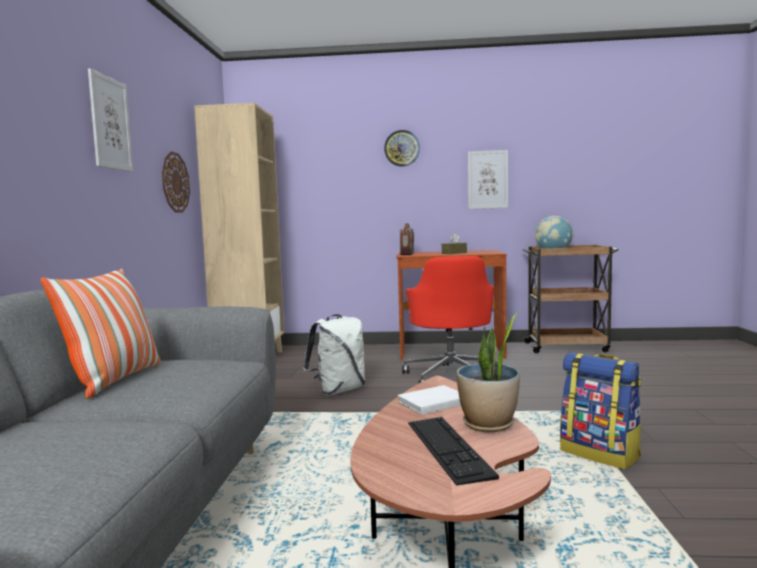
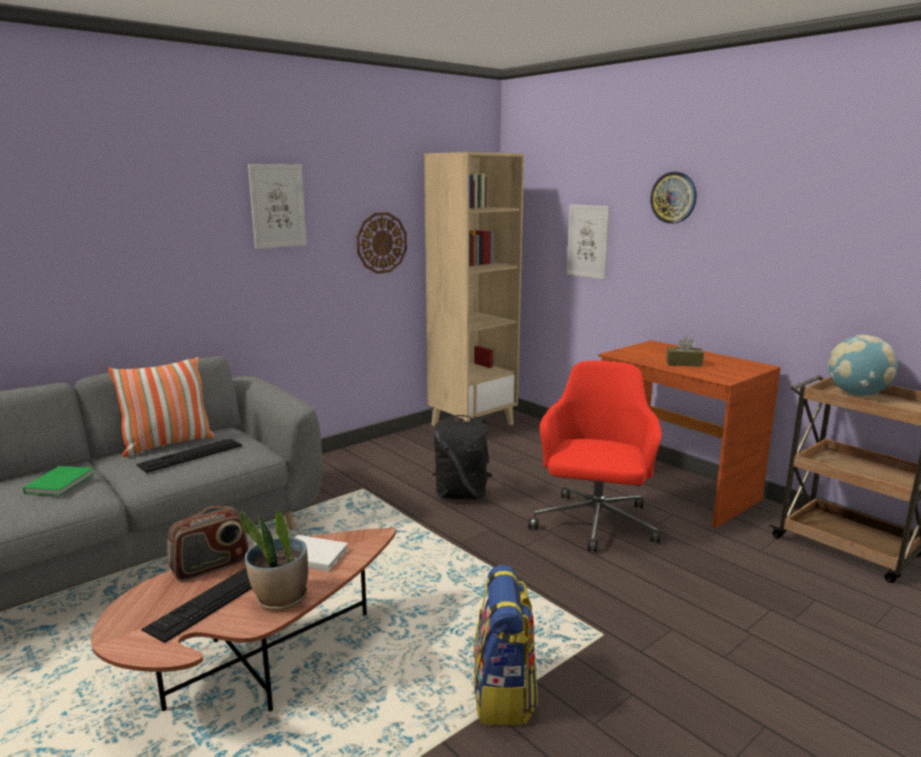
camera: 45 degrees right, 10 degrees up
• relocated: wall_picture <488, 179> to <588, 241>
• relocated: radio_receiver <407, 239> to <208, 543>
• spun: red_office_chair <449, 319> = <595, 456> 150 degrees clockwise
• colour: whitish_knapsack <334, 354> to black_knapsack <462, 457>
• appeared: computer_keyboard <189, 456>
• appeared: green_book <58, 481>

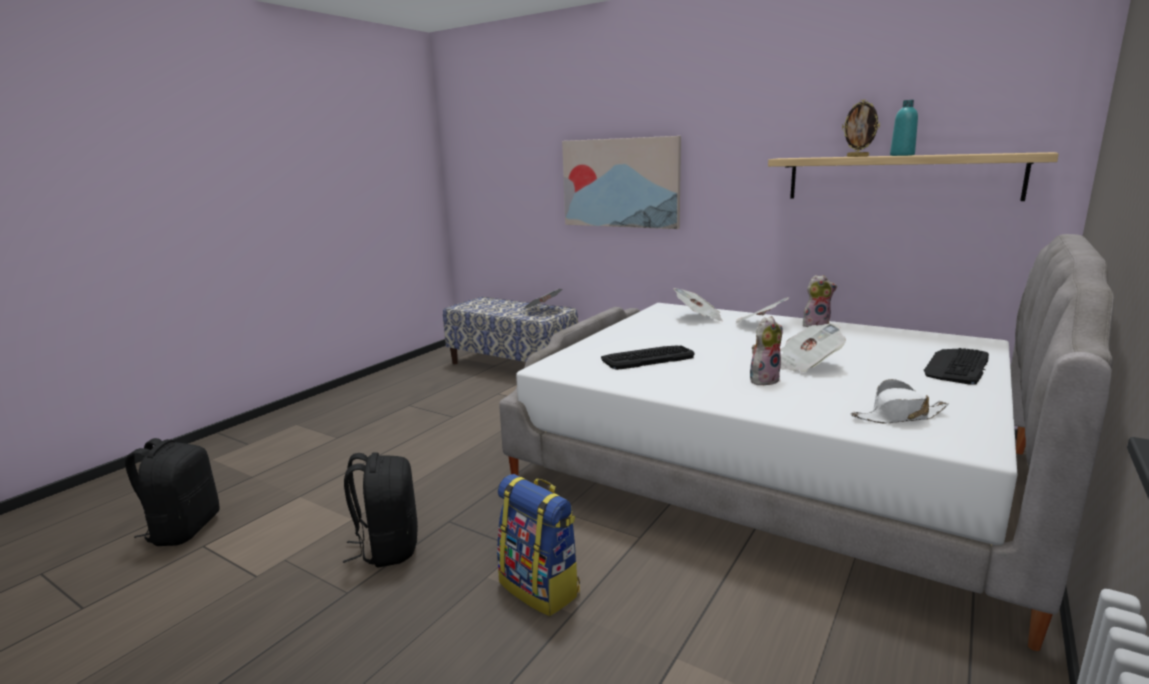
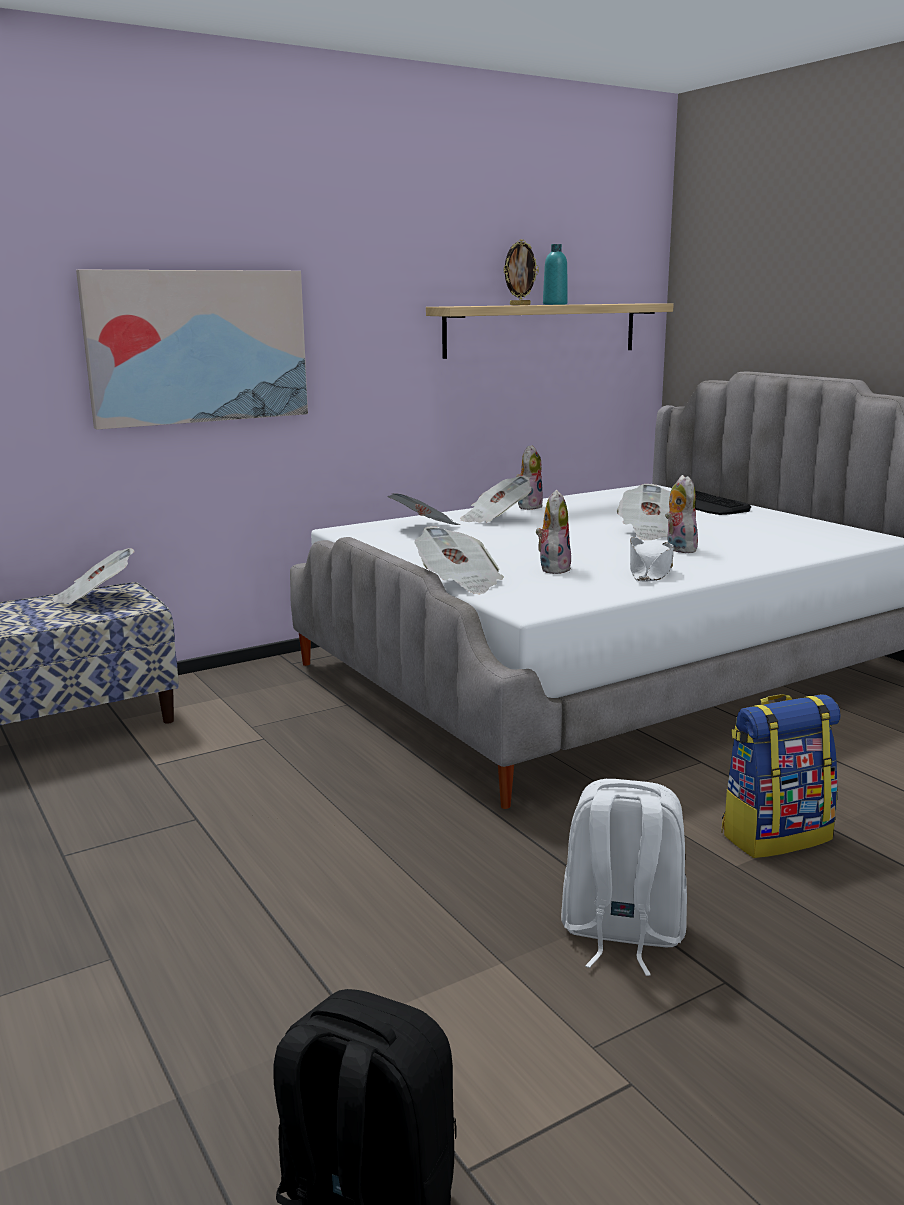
camera: 65 degrees left, 0 degrees up
• exchanged: computer_keyboard <648, 358> to cuddly_toy <553, 532>
• relocated: whitish_clothing_hat <899, 401> to <652, 559>
• colour: black_knapsack <380, 510> to whitish_knapsack <624, 877>
• appeared: printed_paper <459, 560>

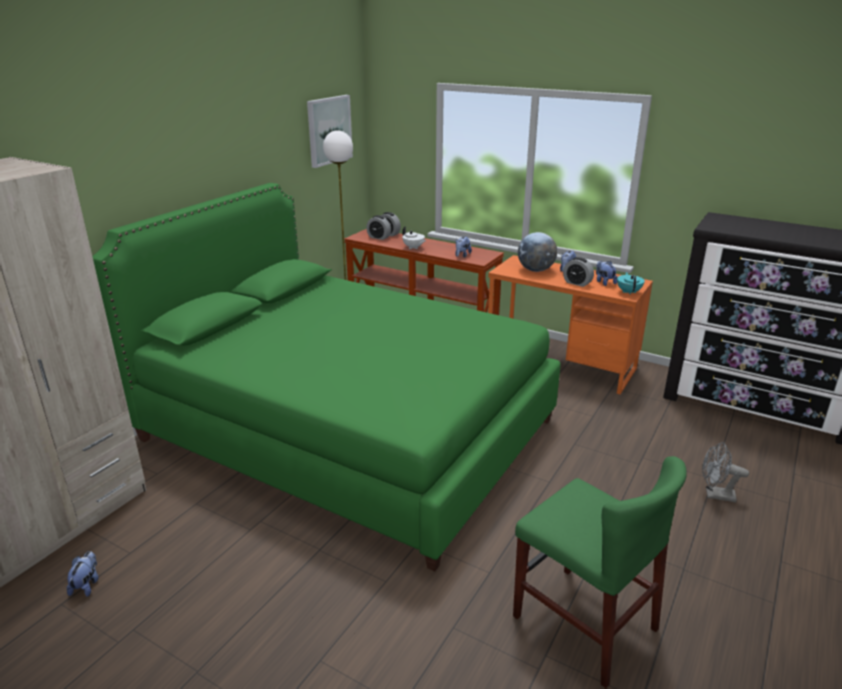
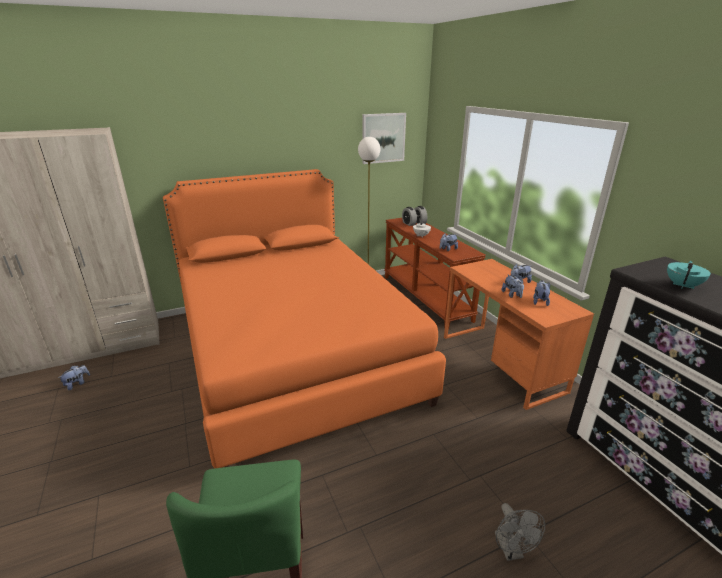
camera: 35 degrees right, 0 degrees up
• colour: green_sleeping_bed <326, 377> to orange-coloured_sleeping_bed <304, 319>
• missing: globe <537, 252>
• exchanged: bedside_clock <578, 272> to cuddly_toy <512, 286>
• relocated: turquoise_teapot <631, 283> to <689, 275>
• spun: grey_fan <725, 472> = <520, 532> 150 degrees counterclockwise

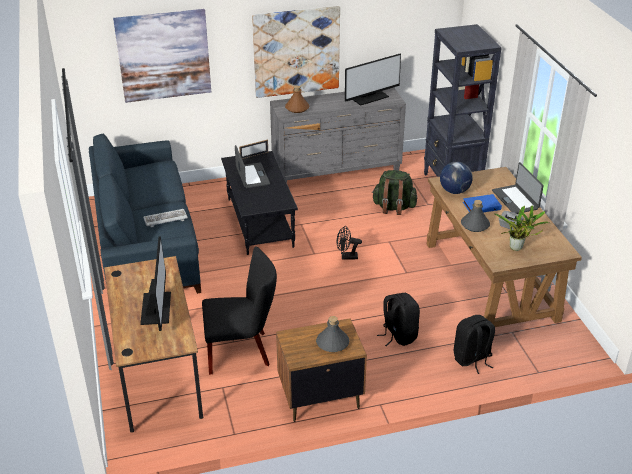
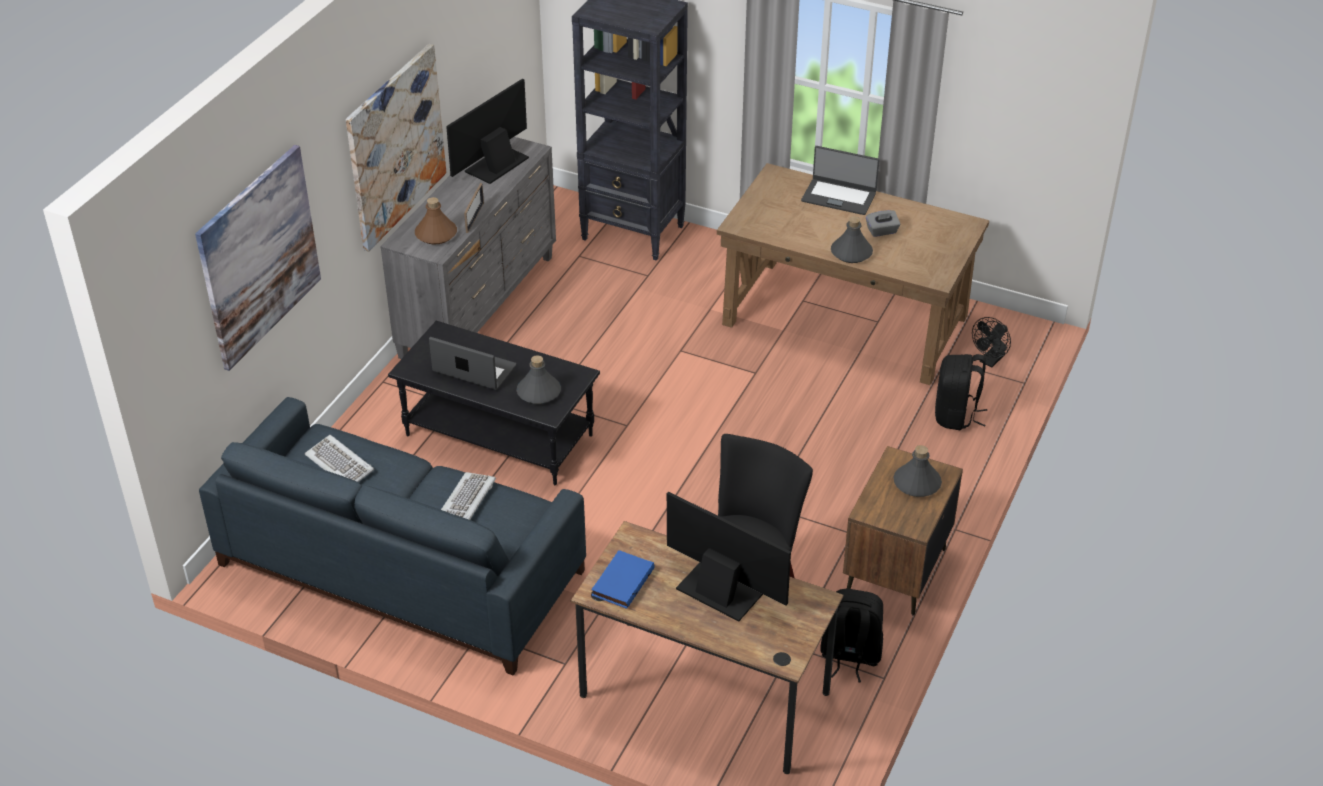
camera: 50 degrees left, 5 degrees up
• spun: monitor <373, 80> = <487, 131> 150 degrees counterclockwise
• relocated: photo_frame <253, 149> to <474, 208>
• missing: globe <456, 178>
• missing: green_knapsack <394, 192>
• relocated: blue-coloured_book <482, 203> to <623, 579>
• missing: houseplant <523, 228>
• relocated: black_fan <349, 243> to <991, 342>
• relocated: black_knapsack <398, 319> to <851, 635>
• appeared: grey_bottle <538, 379>
• appeared: computer_keyboard <339, 458>

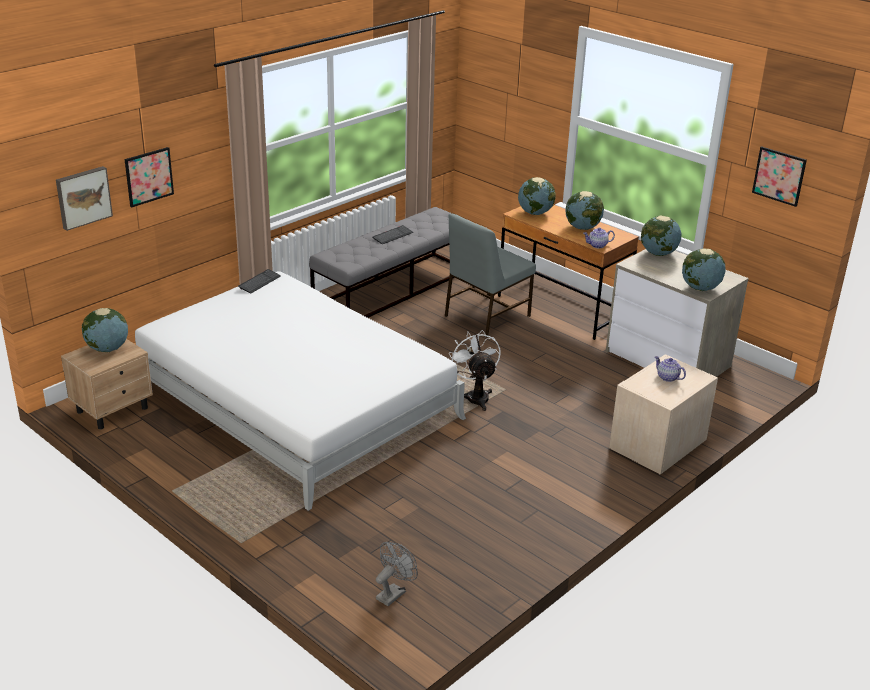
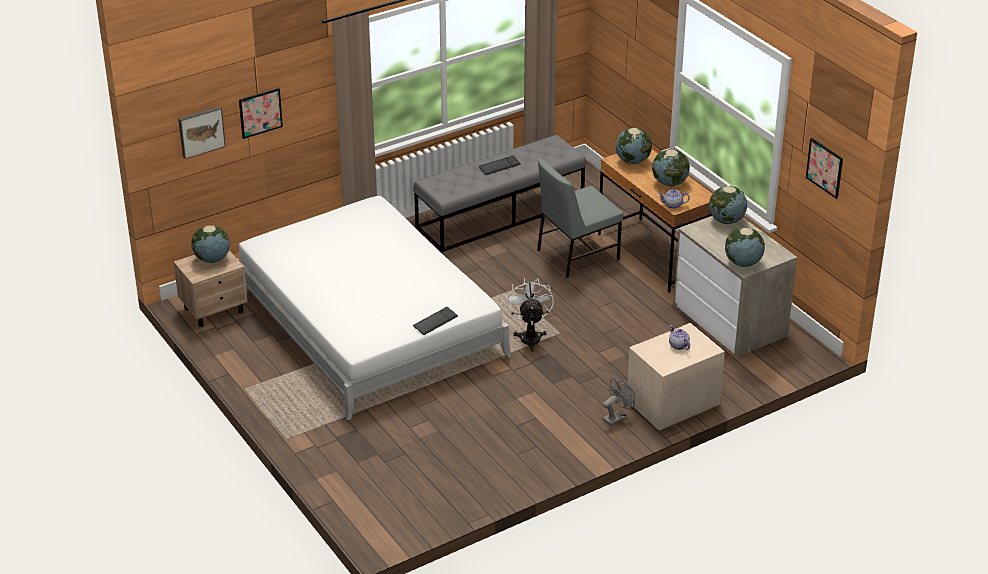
camera: 15 degrees right, 5 degrees up
• relocated: computer_keyboard <259, 281> to <435, 321>
• relocated: grey_fan <397, 574> to <619, 402>

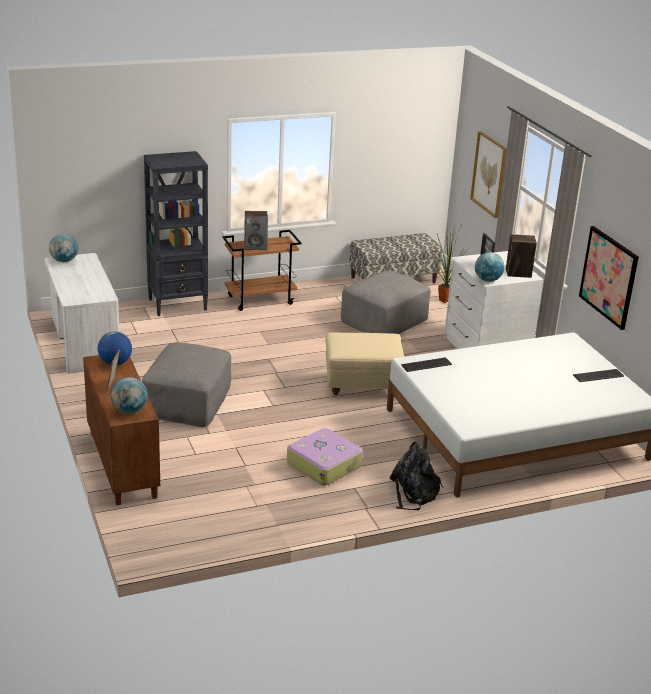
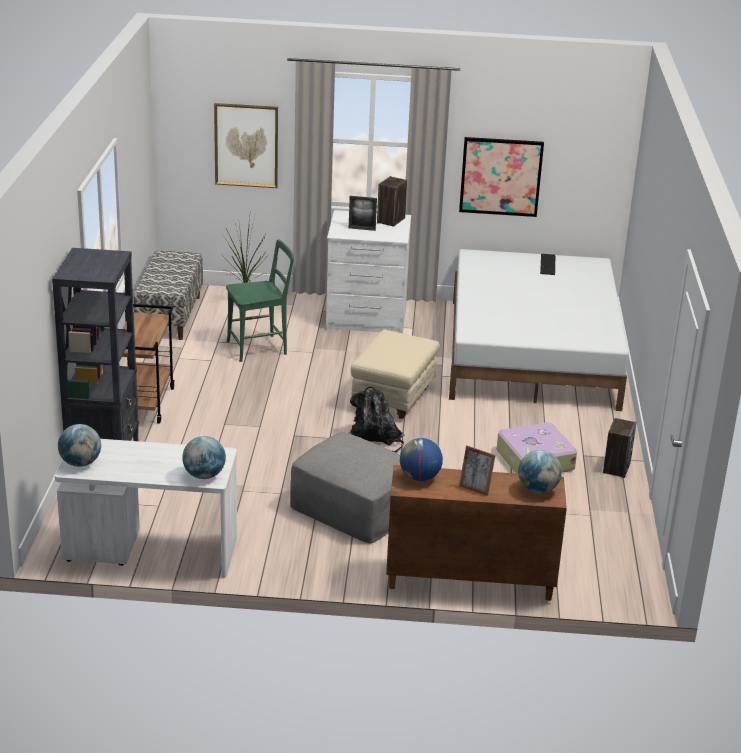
camera: 65 degrees left, 0 degrees up
• relocated: speaker <256, 230> to <619, 448>
• relocated: globe <489, 267> to <204, 457>
• exchanged: grey_ottoman <386, 302> to green_upright_chair <260, 300>
• missing: computer_keyboard <426, 364>
• relocated: black_knapsack <416, 476> to <376, 420>

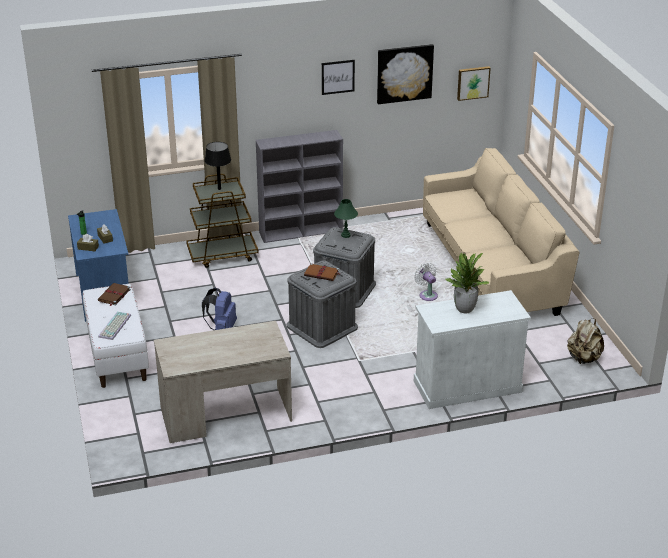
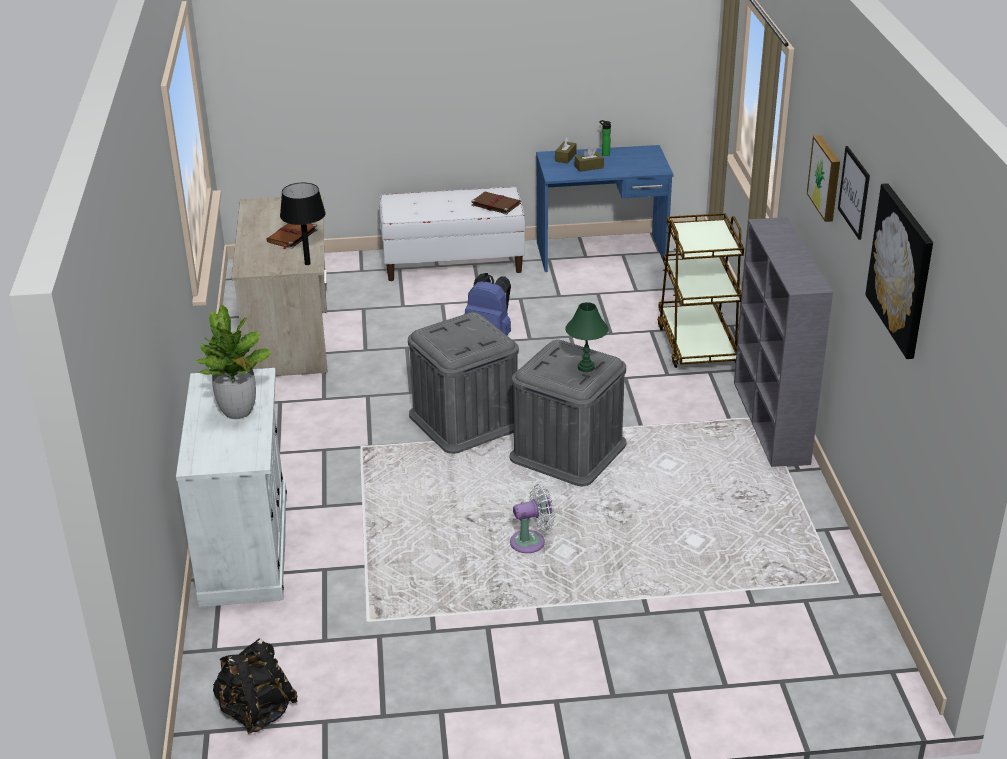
camera: 100 degrees right, 0 degrees up
• relocated: wall_picture <474, 83> to <823, 178>
• relocated: black_table_lamp <218, 166> to <303, 224>
• missing: sand-coloured_sofa <501, 232>
• relocated: brown_book <322, 272> to <292, 236>
• missing: computer_keyboard <114, 326>
• colour: sand-coloured_knapsack <585, 341> to black_knapsack <255, 685>

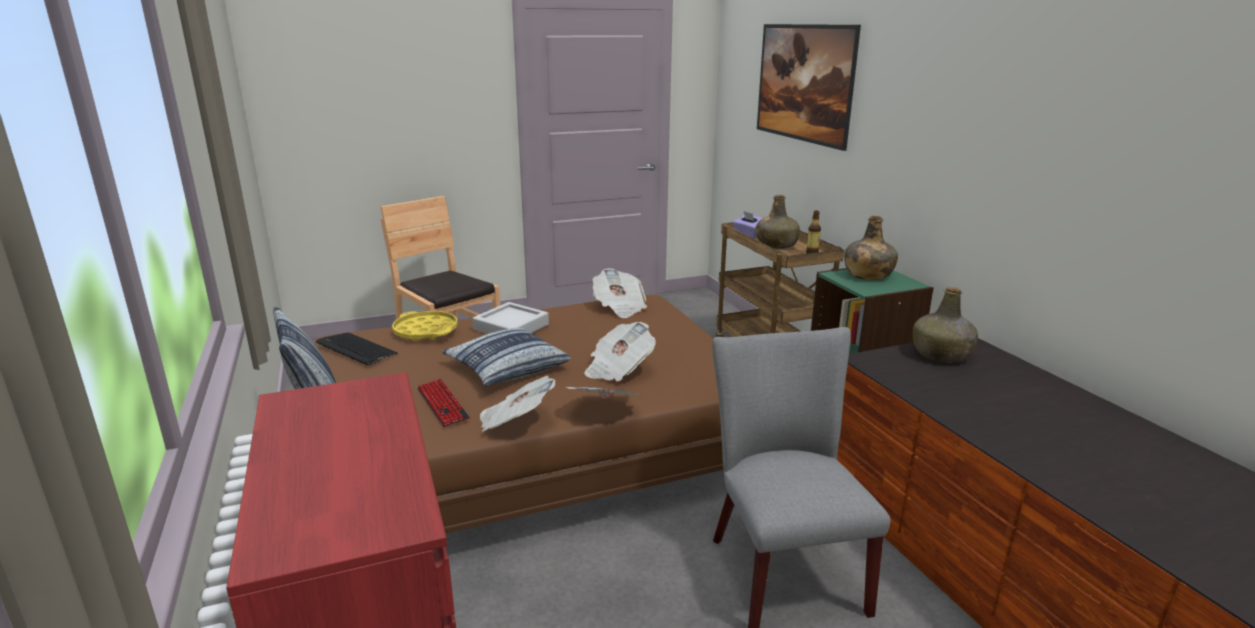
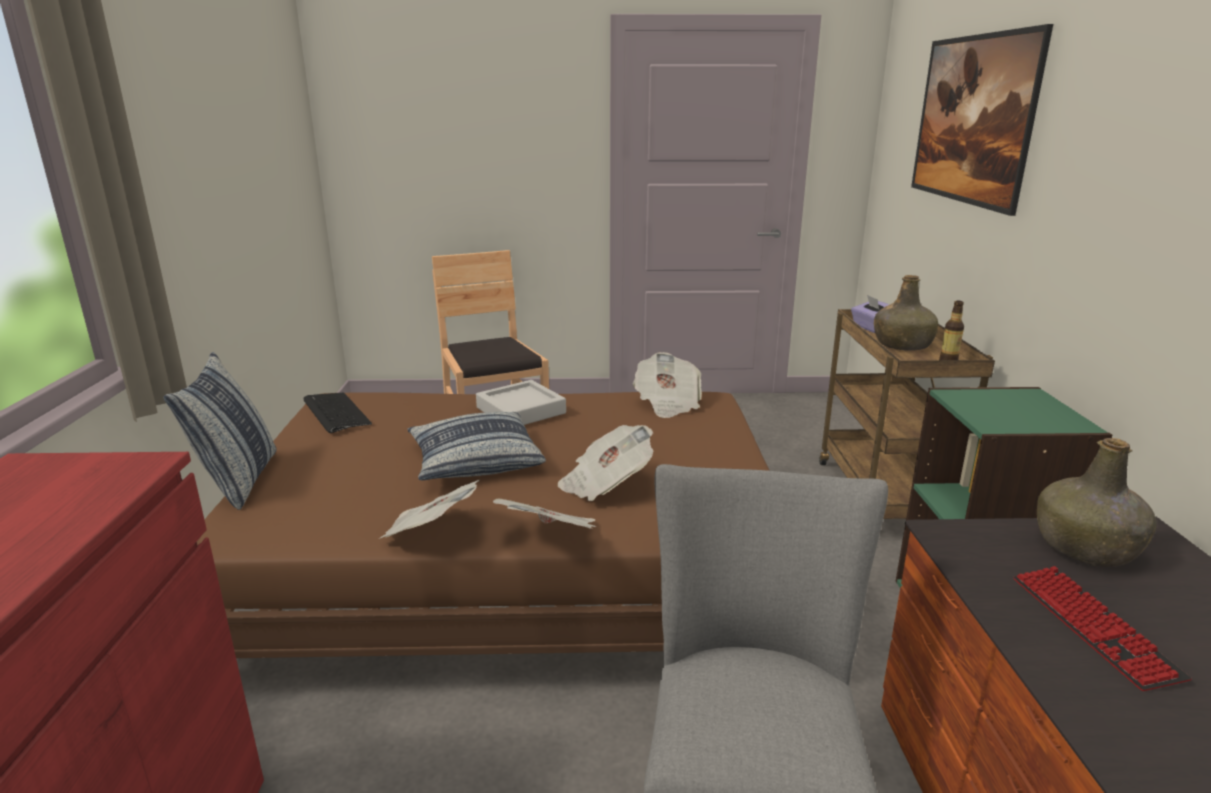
camera: 20 degrees right, 0 degrees up
• missing: green_bottle <871, 248>
• missing: yellow_carrying_tray <425, 326>
• relocated: computer_keyboard <443, 402> to <1102, 628>

